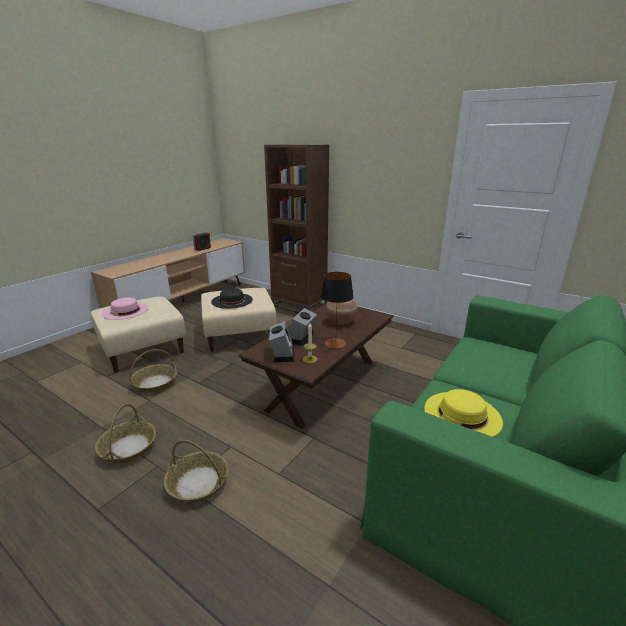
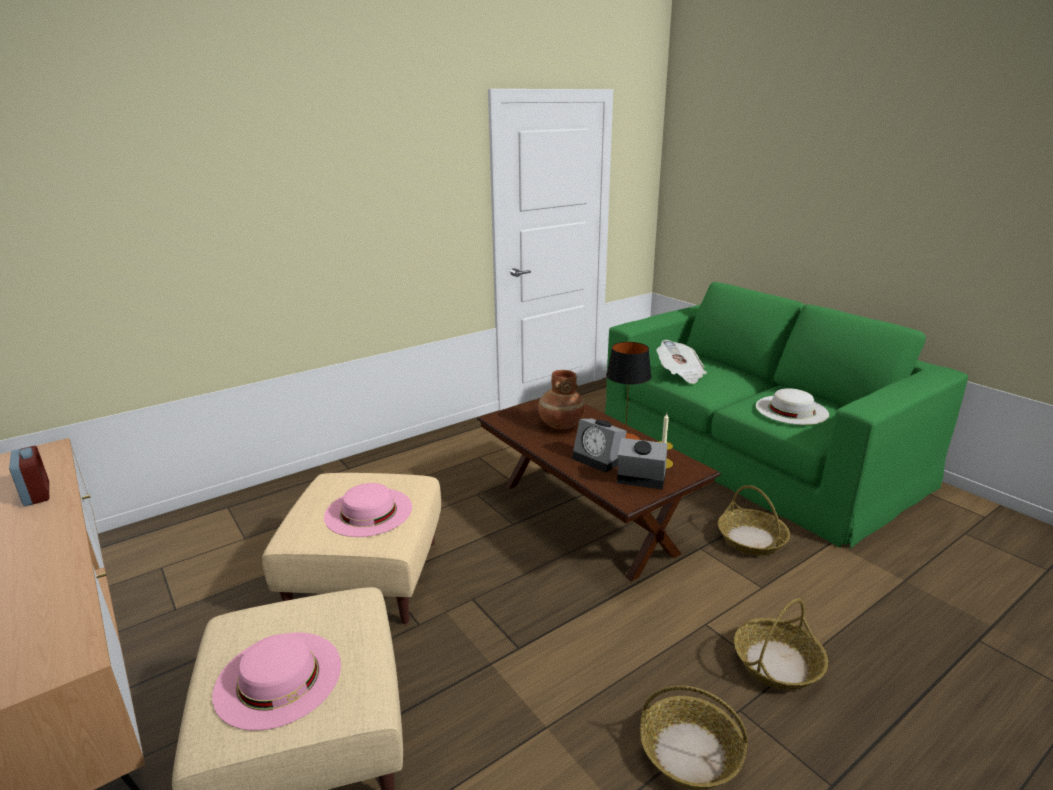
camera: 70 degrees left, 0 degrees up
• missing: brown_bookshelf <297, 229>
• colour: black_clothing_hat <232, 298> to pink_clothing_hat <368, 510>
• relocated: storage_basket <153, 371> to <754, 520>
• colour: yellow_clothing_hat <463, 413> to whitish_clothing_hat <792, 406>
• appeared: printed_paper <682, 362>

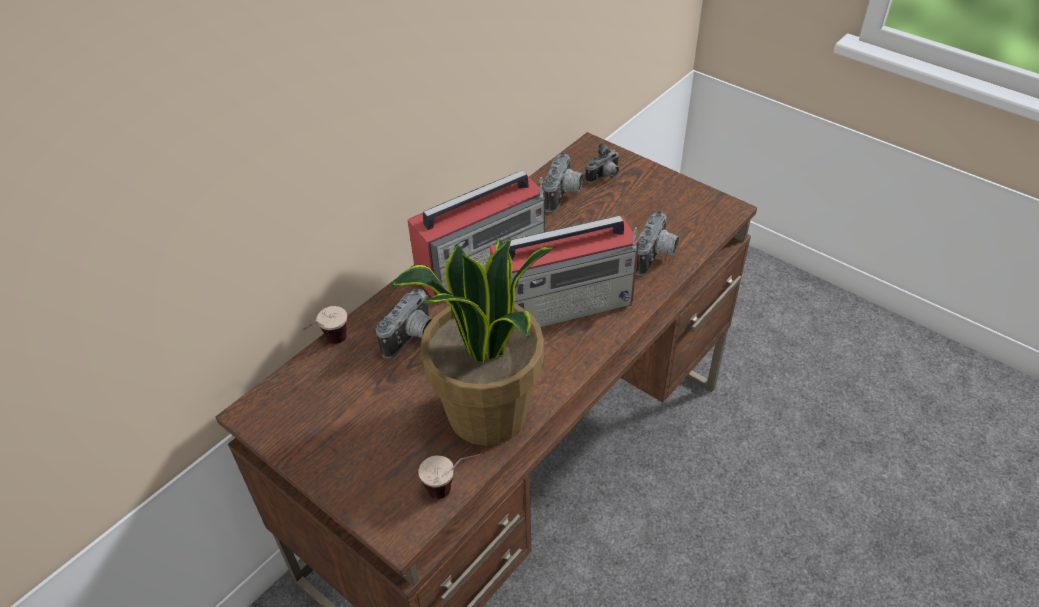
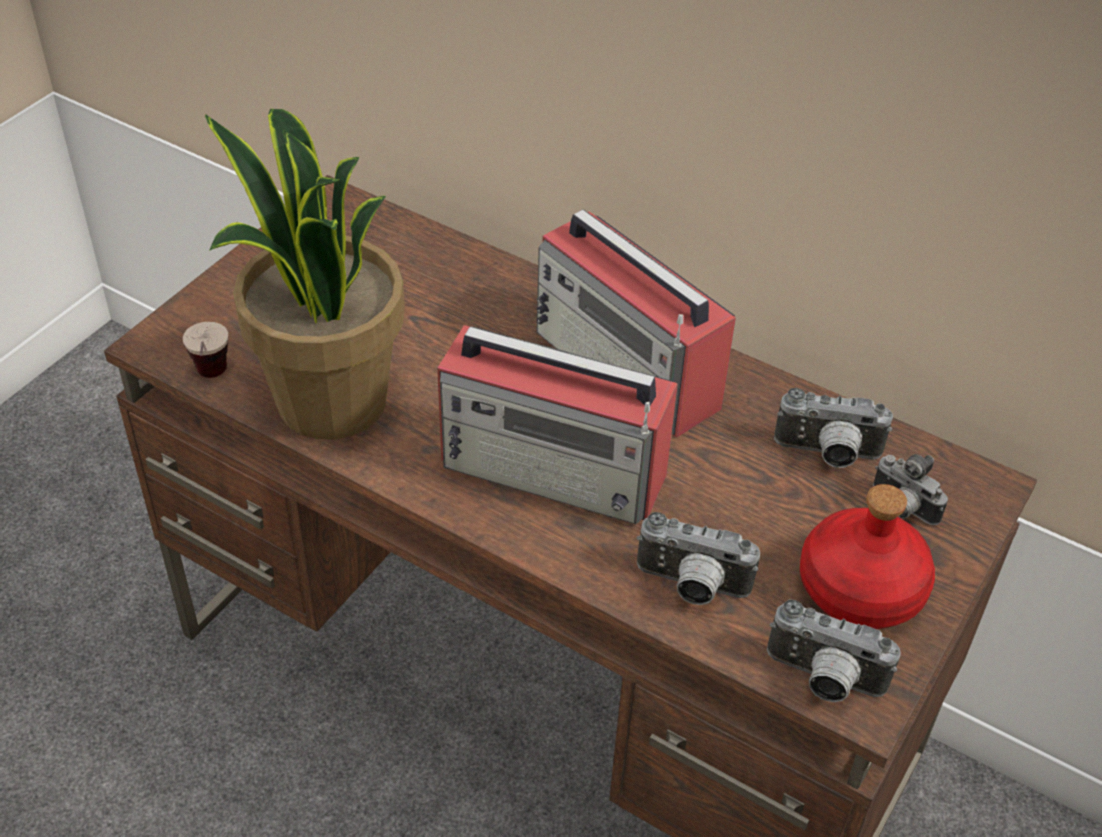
camera: 80 degrees right, 0 degrees up
• spun: radio_receiver <564, 272> = <557, 424> 45 degrees counterclockwise
• relocated: still_camera <404, 324> to <834, 650>
• missing: cup <324, 325>
• appeared: red_bottle <867, 556>

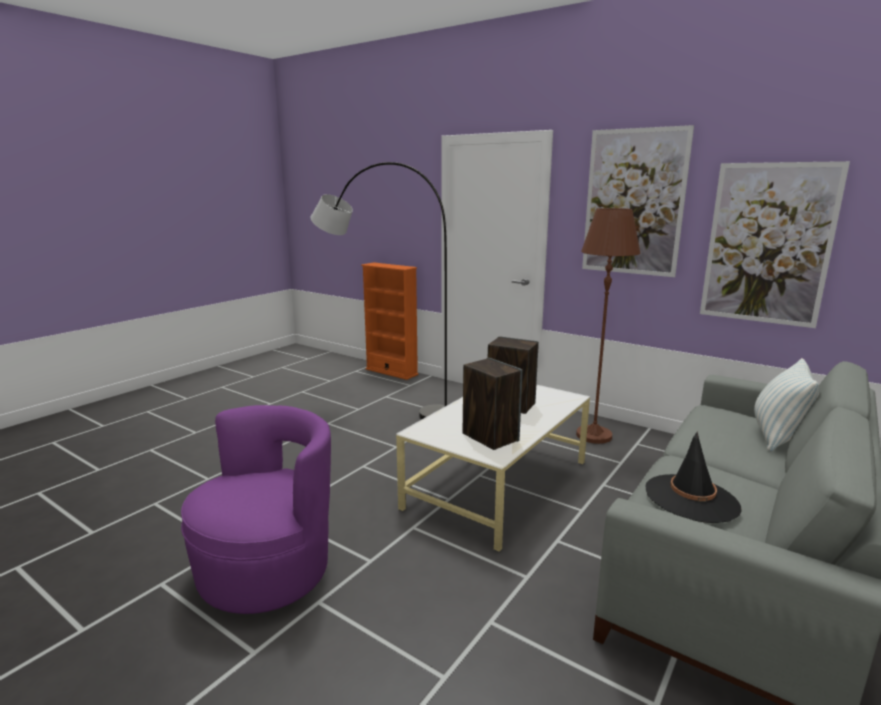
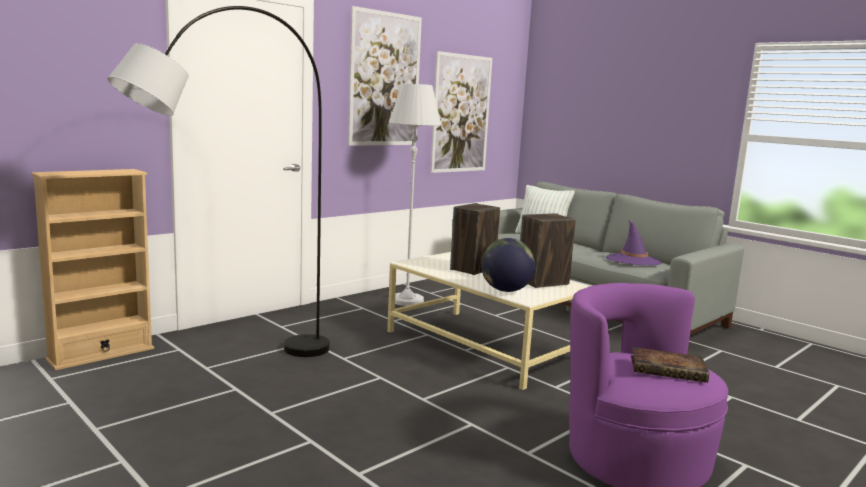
camera: 80 degrees left, 5 degrees down
• colour: brown_standard_lamp <608, 326> to whitish_standard_lamp <415, 194>
• colour: orange-coloured_bookshelf <389, 321> to sand-coloured_bookshelf <92, 270>
• colour: black_clothing_hat <693, 477> to purplish_clothing_hat <634, 242>
• appeared: globe <508, 265>
• appeared: book <670, 365>

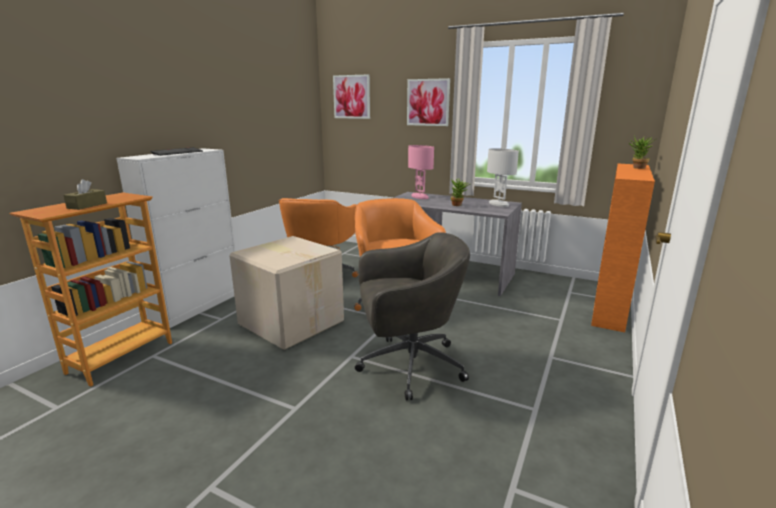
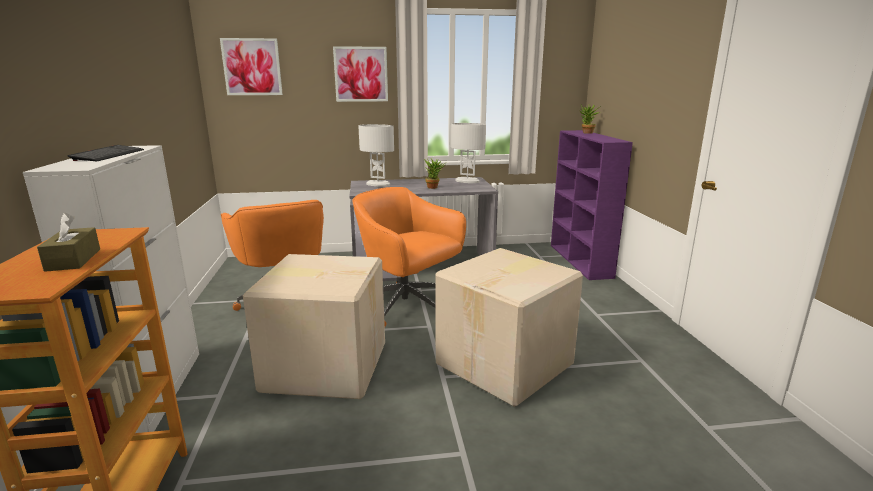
camera: 35 degrees left, 0 degrees up
• colour: pink_table_lamp <421, 172> to whitish_table_lamp <376, 155>
• colour: orange-coloured_bookshelf <623, 248> to purplish_bookshelf <592, 205>
• exchanged: grey_office_chair <412, 316> to packing_box <509, 327>

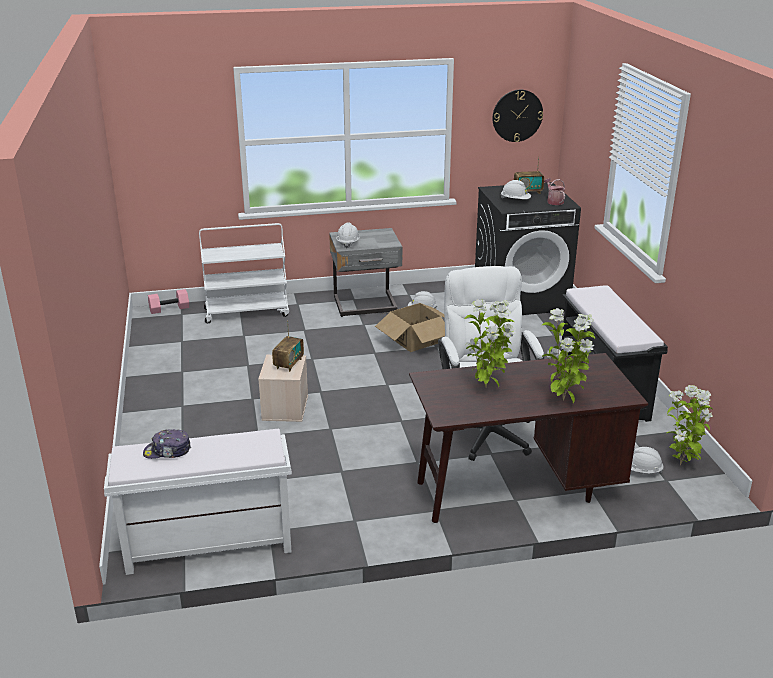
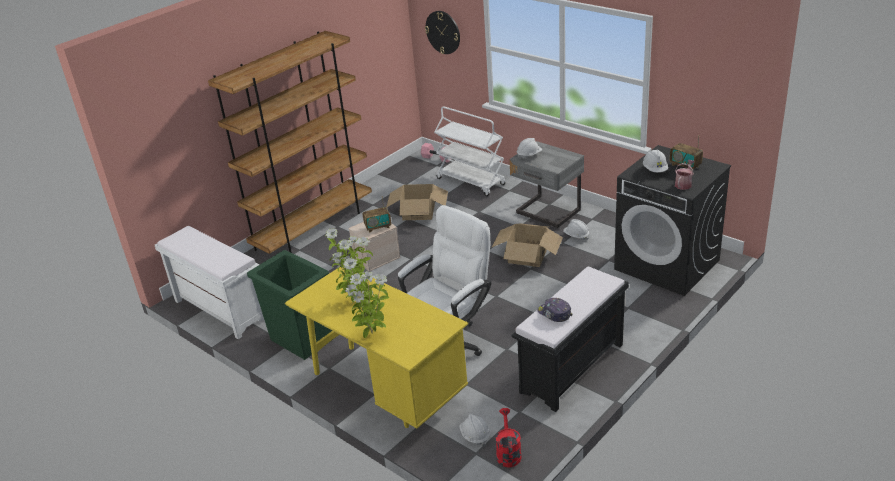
camera: 55 degrees right, 5 degrees up
• relocated: hanging_clock <518, 116> to <442, 32>
• colour: brown_desk <528, 438> to yellow_desk <376, 347>
• exchanged: houseplant <690, 425> to red_sprinkling_can <509, 437>
• relocated: peaked_cap <167, 444> to <554, 310>
• appeared: brown_bookshelf <290, 142>
• appeared: packing_box <417, 202>
• appeared: green_rubbish_bin <289, 305>

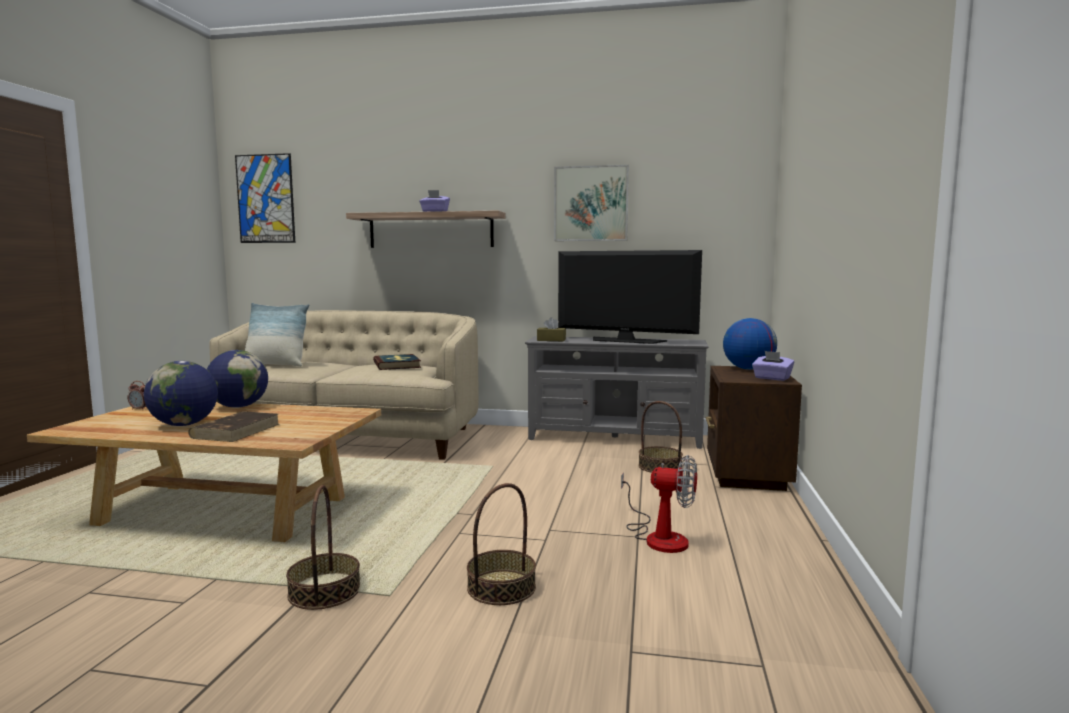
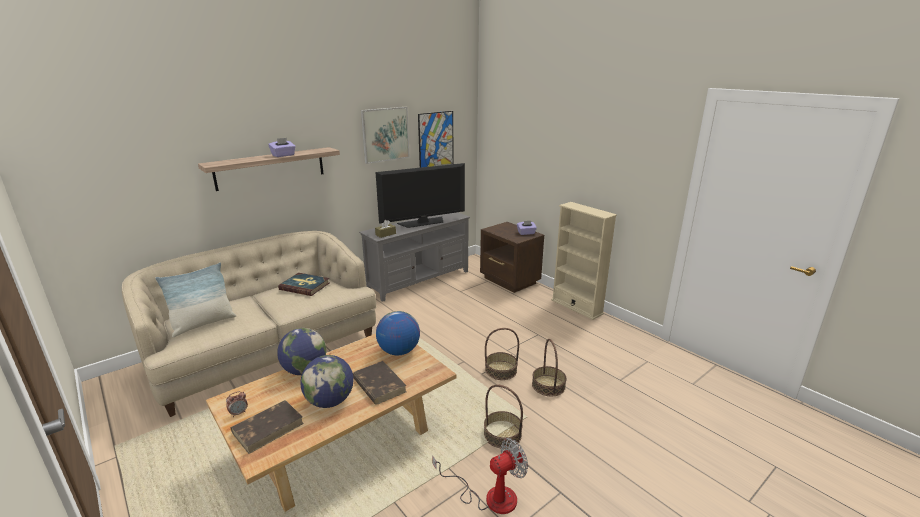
camera: 50 degrees left, 15 degrees up
• relocated: wall_picture <265, 198> to <436, 139>
• relocated: globe <750, 344> to <398, 333>
• relocated: storage_basket <660, 437> to <502, 354>
• relocated: fan <659, 504> to <480, 476>
• appeared: sand-coloured_bookshelf <584, 261>
• appeared: brown_book <267, 427>

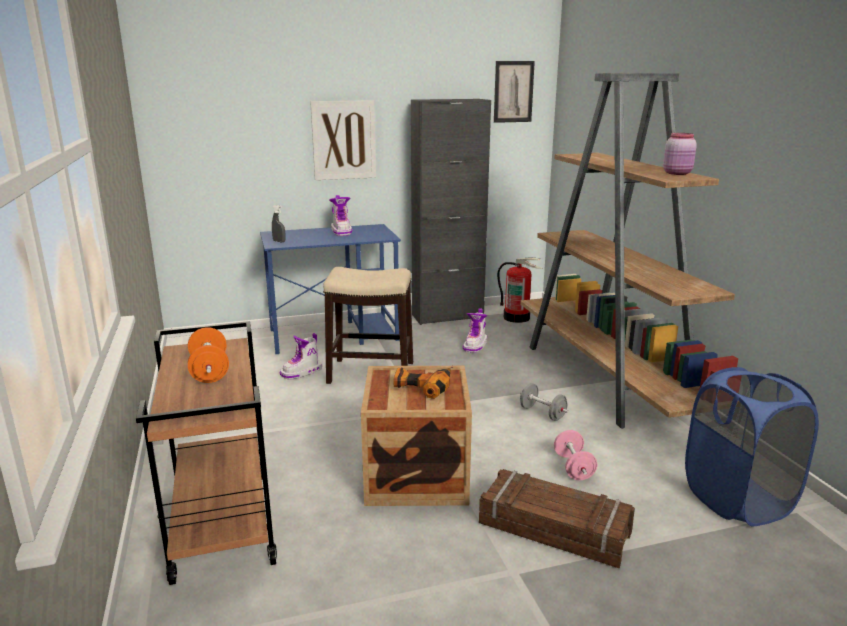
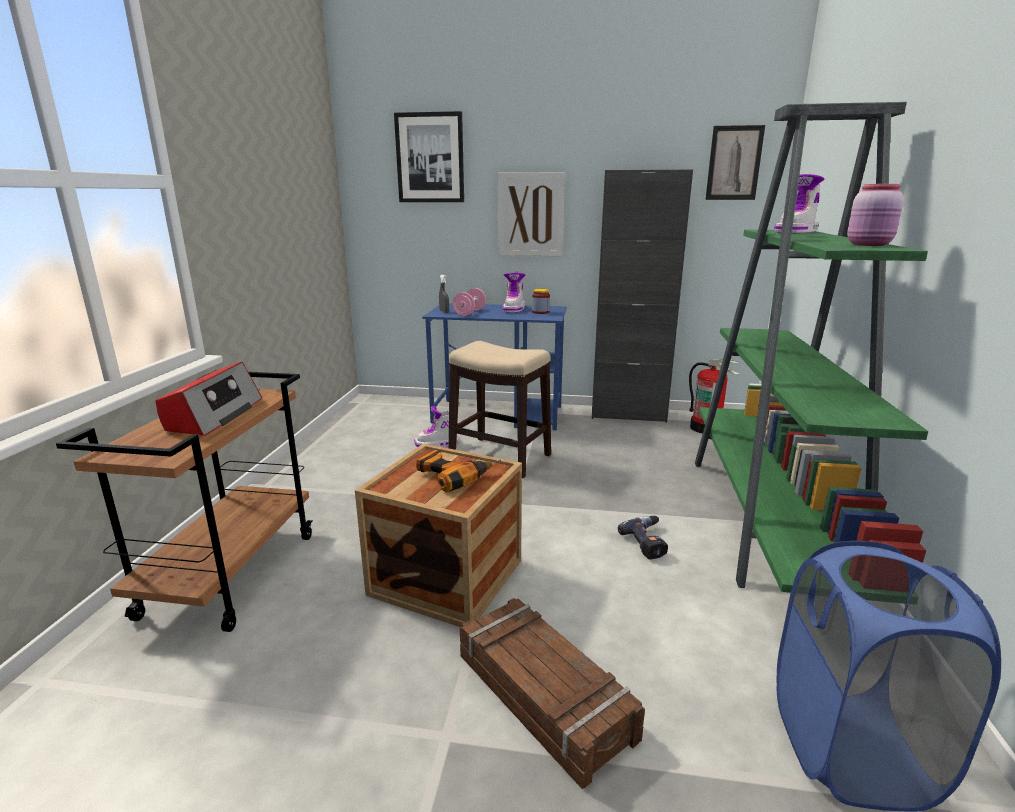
camera: 25 degrees right, 0 degrees up
• colour: brown_bookshelf <629, 250> to green_bookshelf <811, 347>
• relocated: tall_boot <475, 330> to <799, 204>
• exchanged: orange-coloured_dumbbell <208, 355> to radio_receiver <208, 399>
• exchanged: grey_dumbbell <544, 402> to power_drill <643, 538>
• relocated: pink_dumbbell <575, 455> to <469, 302>
• appeared: wall_picture <429, 156>
• appeared: jar <541, 301>

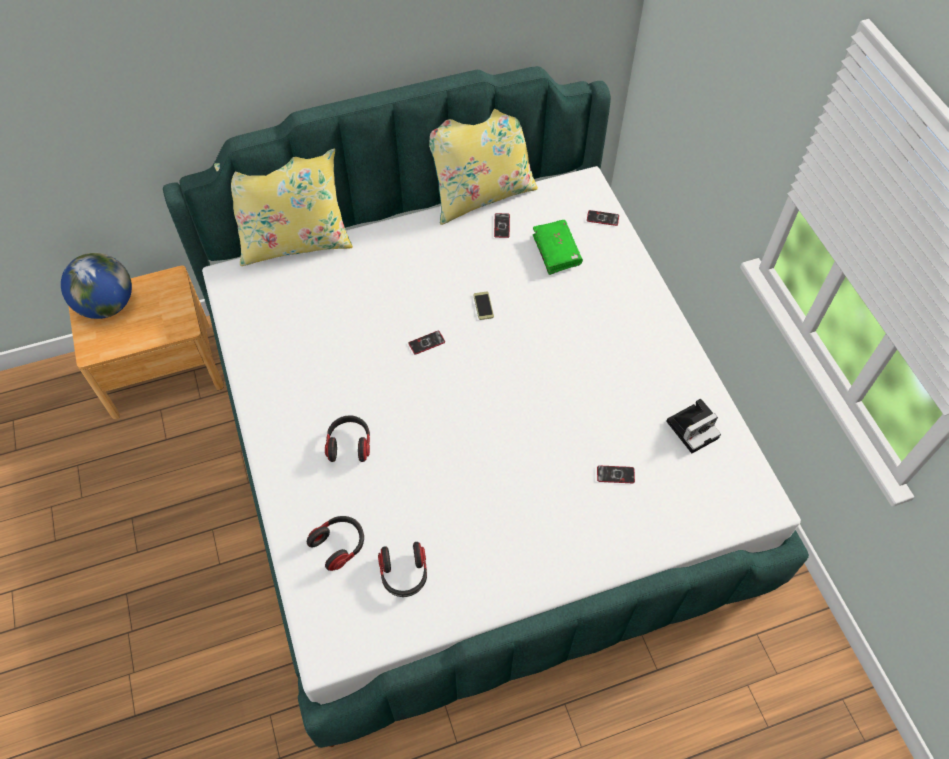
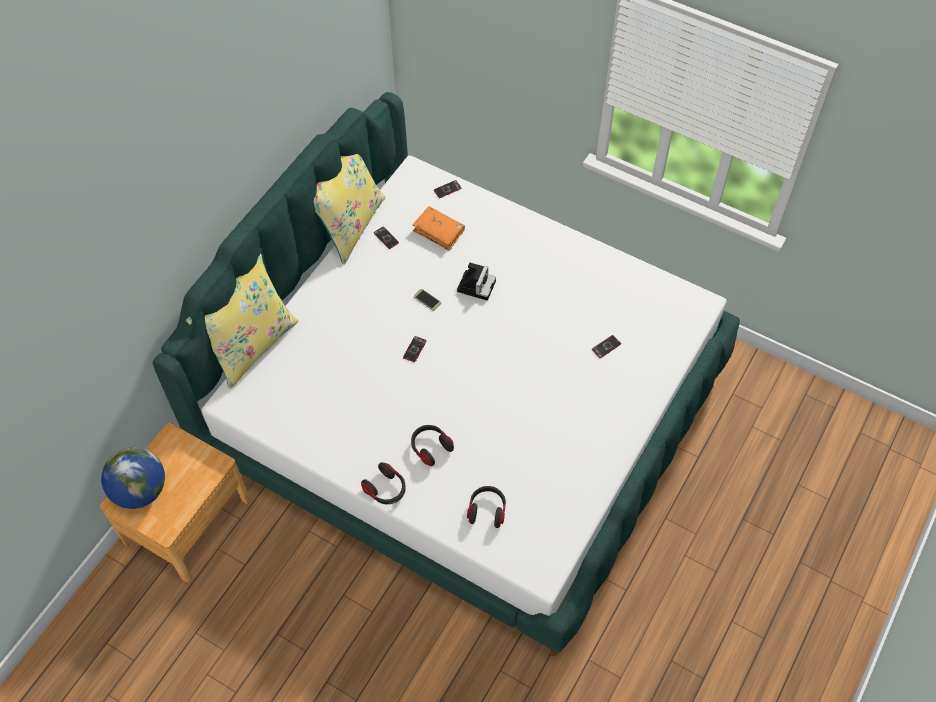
camera: 40 degrees left, 0 degrees up
• colour: green_book <558, 247> to orange-coloured_book <439, 228>
• relocated: still_camera <693, 425> to <476, 281>
• relocated: headphones <402, 569> to <383, 483>

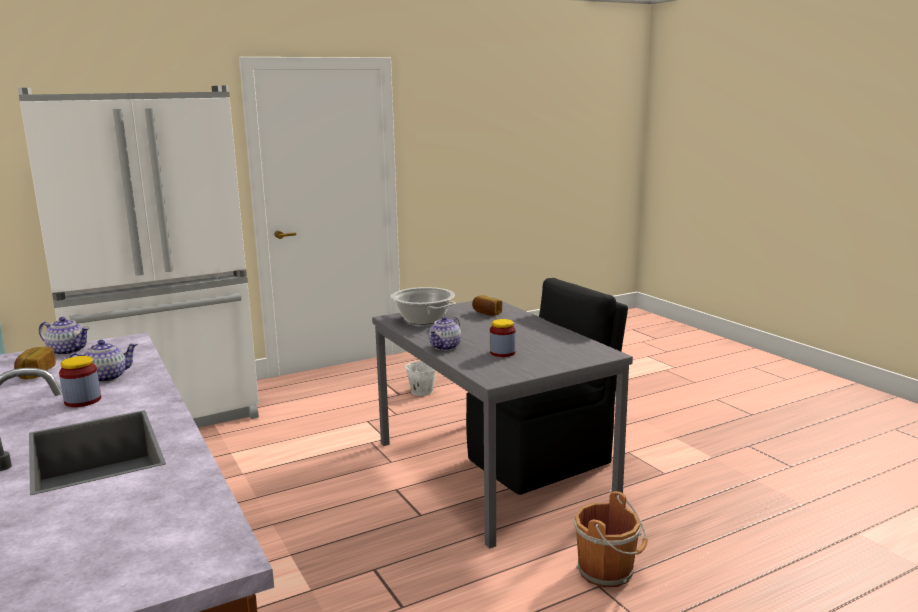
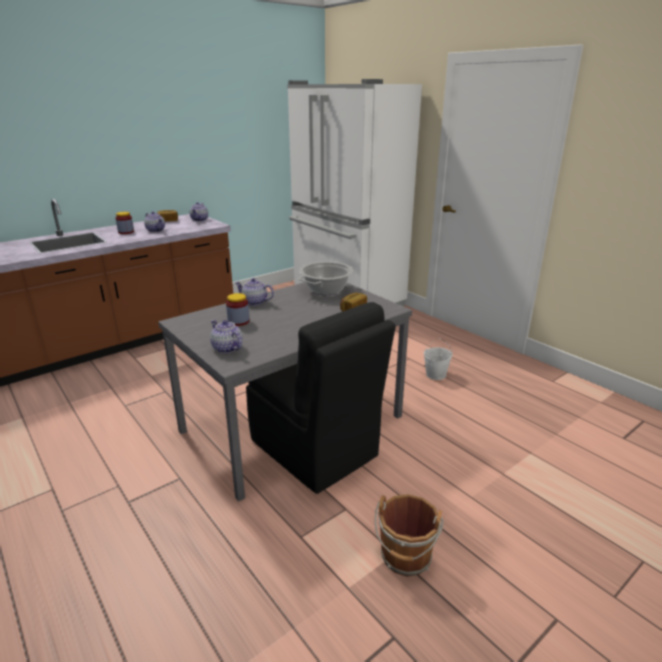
camera: 80 degrees right, 10 degrees up
• relocated: brown_bucket <611, 539> to <409, 535>
• appeared: teapot <226, 336>

